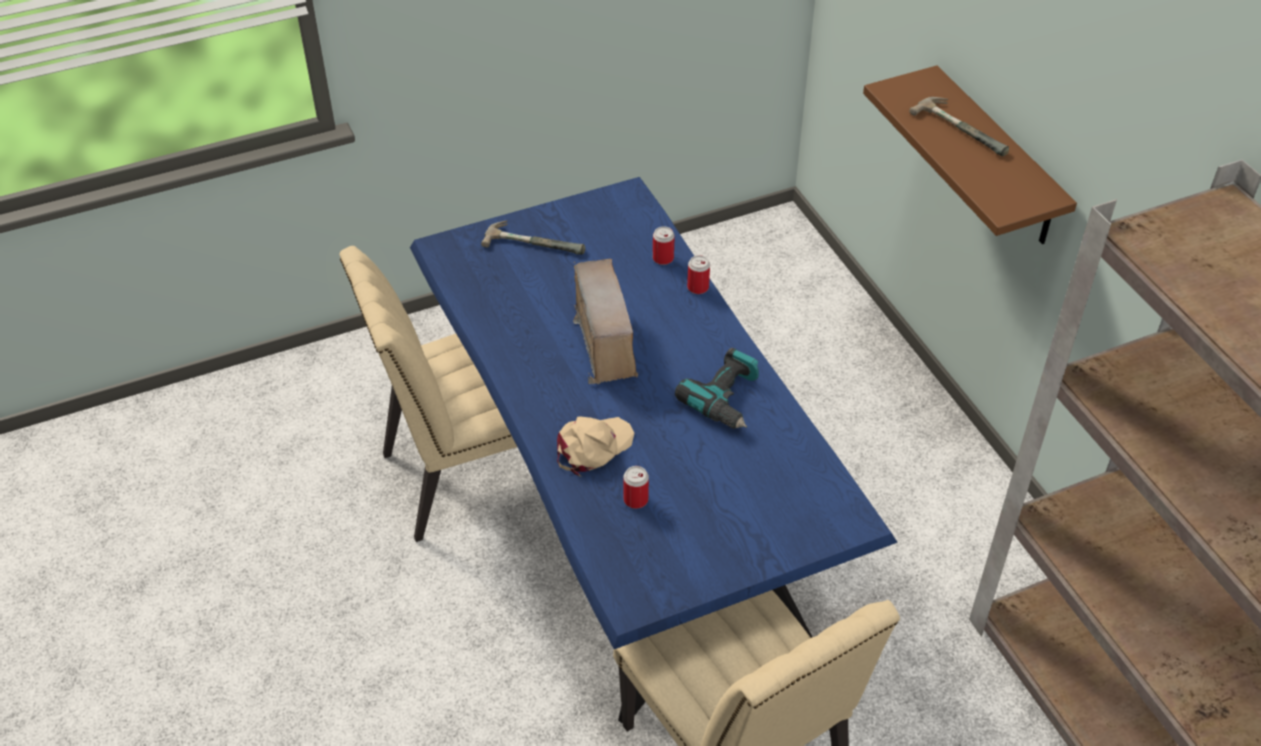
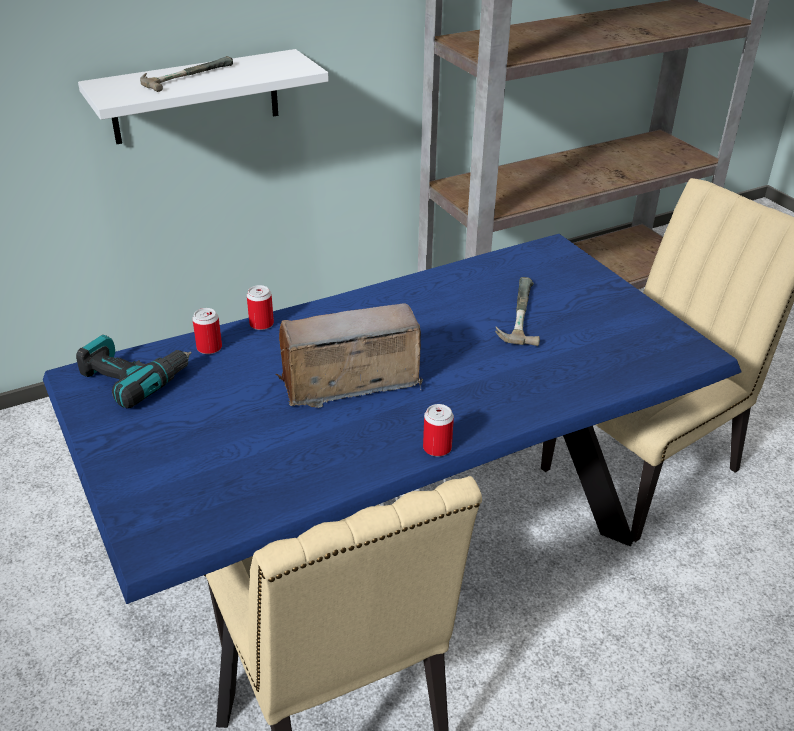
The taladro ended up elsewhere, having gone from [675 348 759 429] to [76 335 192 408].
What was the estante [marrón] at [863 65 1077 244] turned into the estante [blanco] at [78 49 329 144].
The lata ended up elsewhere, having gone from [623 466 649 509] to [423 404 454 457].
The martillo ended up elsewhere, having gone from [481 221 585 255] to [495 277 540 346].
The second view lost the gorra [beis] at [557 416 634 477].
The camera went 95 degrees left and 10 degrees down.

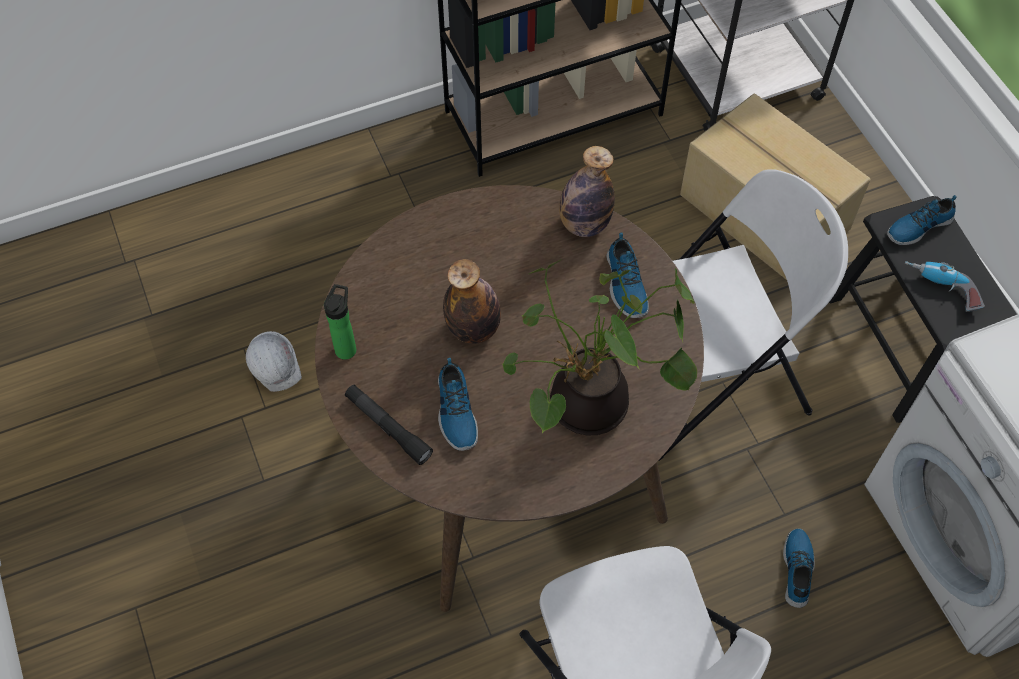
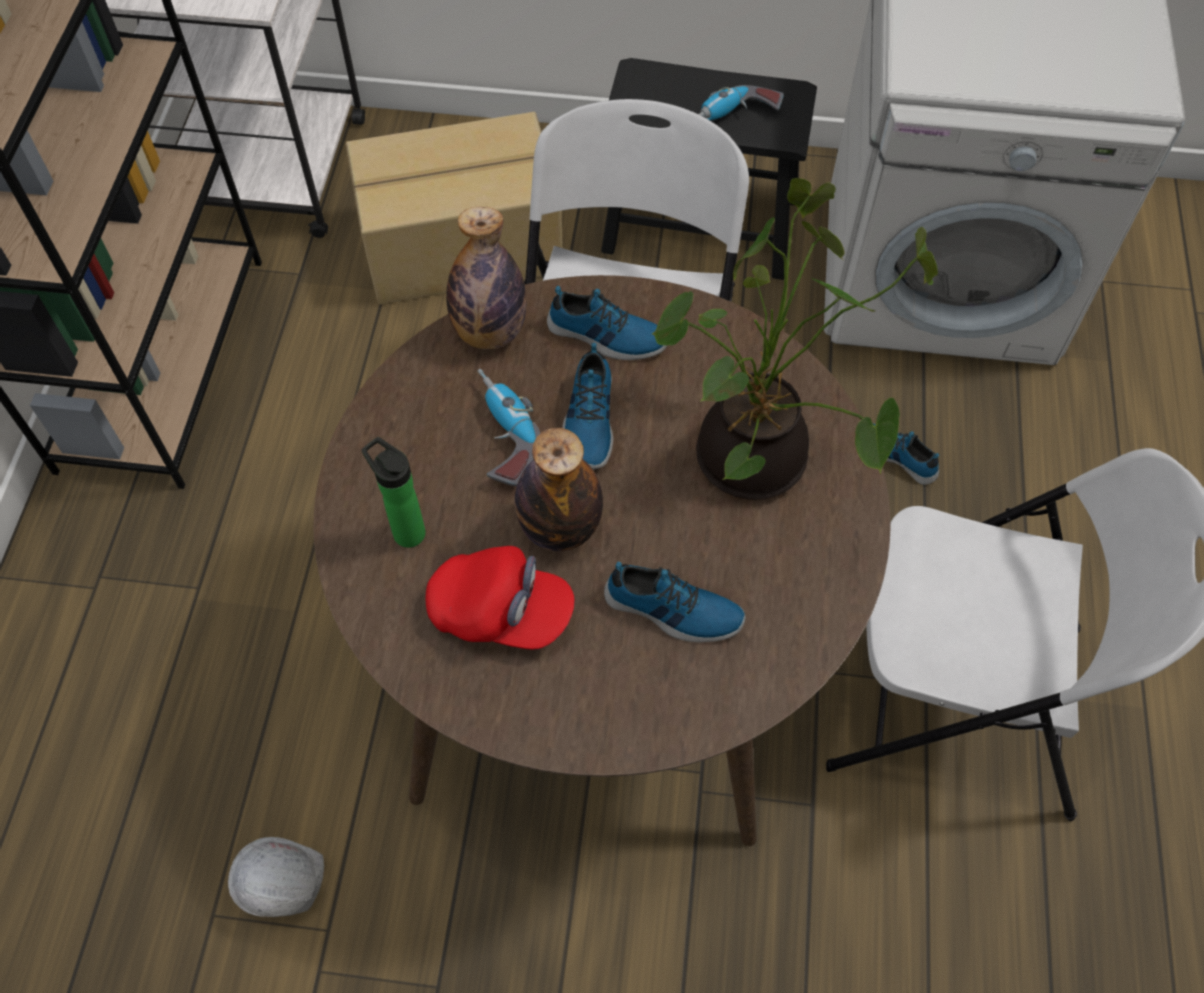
The botella ended up elsewhere, having gone from [324 284 356 360] to [362 437 426 548].
The second view gained the gorra [rojo] at [426 546 575 649].
The second view gained the taladro at [477 369 540 486].
The zapato ended up elsewhere, having gone from [887 195 957 245] to [562 343 613 470].
The second view lost the linterna [negro] at [345 385 433 465].
The camera went 60 degrees left and 0 degrees up.

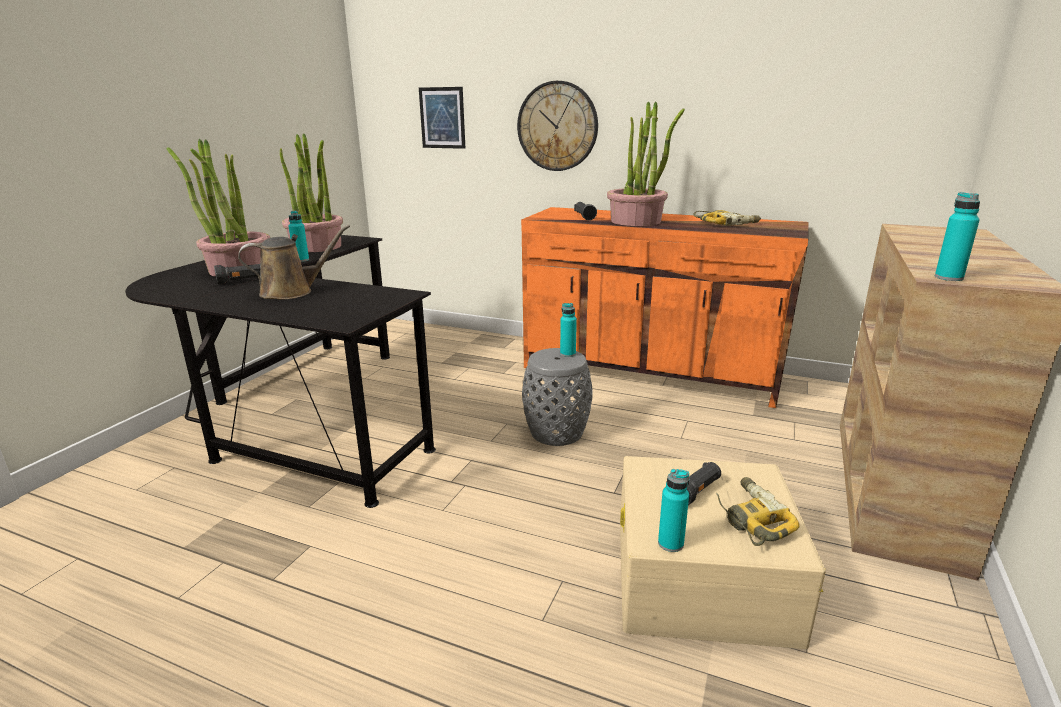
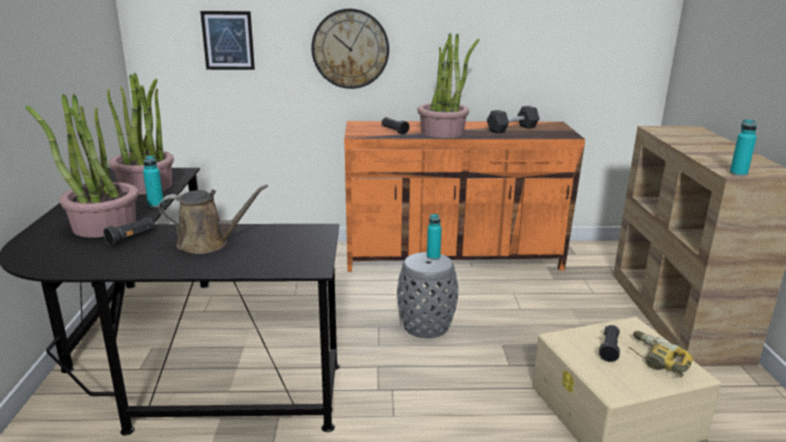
The regadera [marrón] at [238 225 350 299] ended up facing another way, 45 degrees clockwise from before.
Where the taladro stood at [693 210 761 226], the mancuerna [negro] came to stand at [487 106 540 134].
The second view lost the botella [turquesa] at [658 469 690 552].
The camera went 25 degrees left and 0 degrees up.

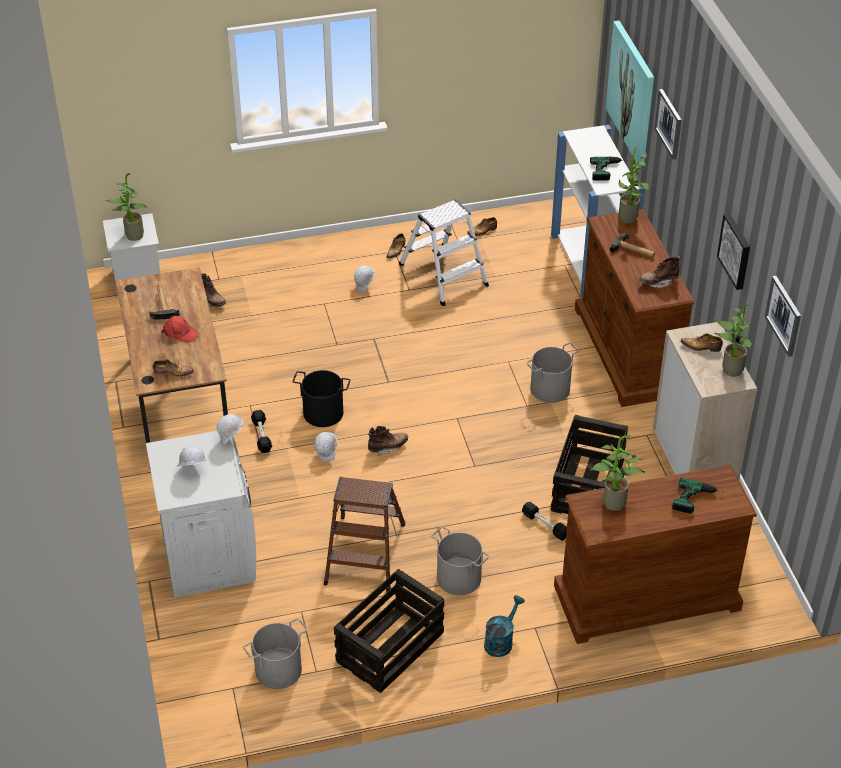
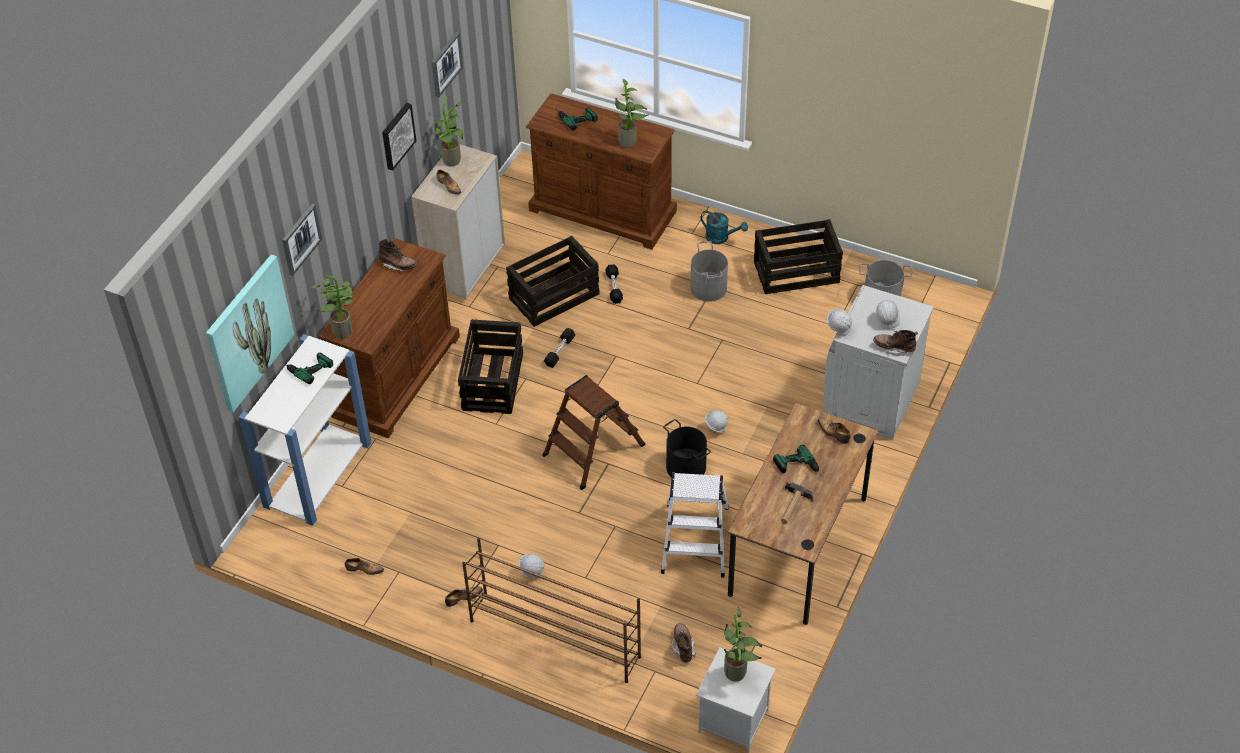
Where the cubo [gris] stood at [526 342 579 403], the caja de embalaje came to stand at [458 319 523 414].
The second view gained the zapatero [marrón] at [462 538 641 683].
The escalera de tijera [marrón] ended up elsewhere, having gone from [324 476 405 593] to [542 375 646 490].
The mancuerna [negro] ended up elsewhere, having gone from [251 410 272 453] to [544 328 575 368].
The escalera de tijera [blanco] ended up elsewhere, having gone from [399 199 489 306] to [661 473 729 578].
The regadera [turquesa] at [484 595 525 657] ended up facing another way, 135 degrees counterclockwise from before.
Where the gorra [rojo] stood at [161 316 199 343], the taladro came to stand at [773 444 822 477].
The bota [marrón] ended up elsewhere, having gone from [368 426 408 457] to [873 330 918 356].
The second view lost the martillo at [610 233 655 258].
The camera went 140 degrees left and 5 degrees up.

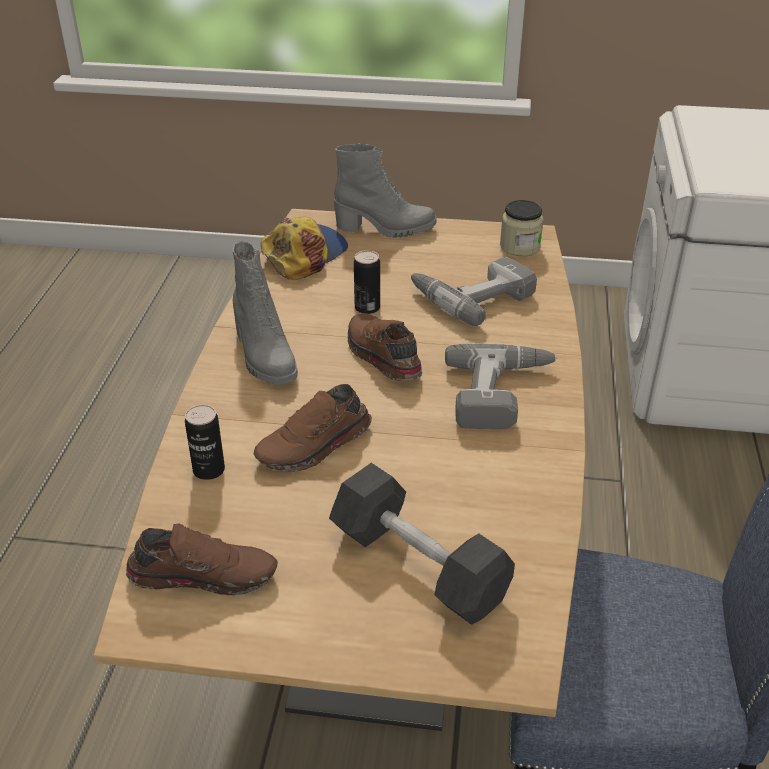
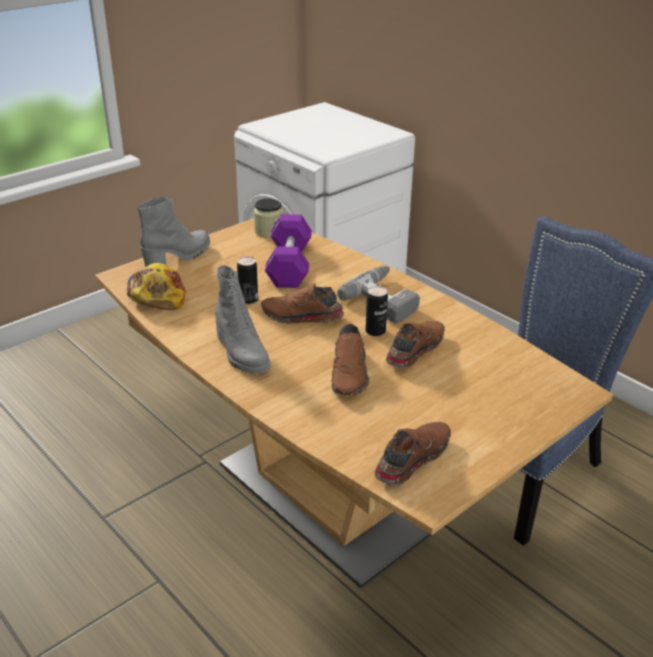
The bota [gris] at [233 241 298 385] ended up facing another way, 45 degrees clockwise from before.
Where the taladro stood at [411 256 537 326], the mancuerna [morado] came to stand at [265 214 312 288].
The lata ended up elsewhere, having gone from [185 404 225 480] to [365 286 388 336].
The second view gained the zapato [marrón] at [386 321 445 368].
The second view lost the mancuerna [negro] at [329 463 515 625].
The camera went 50 degrees left and 5 degrees down.

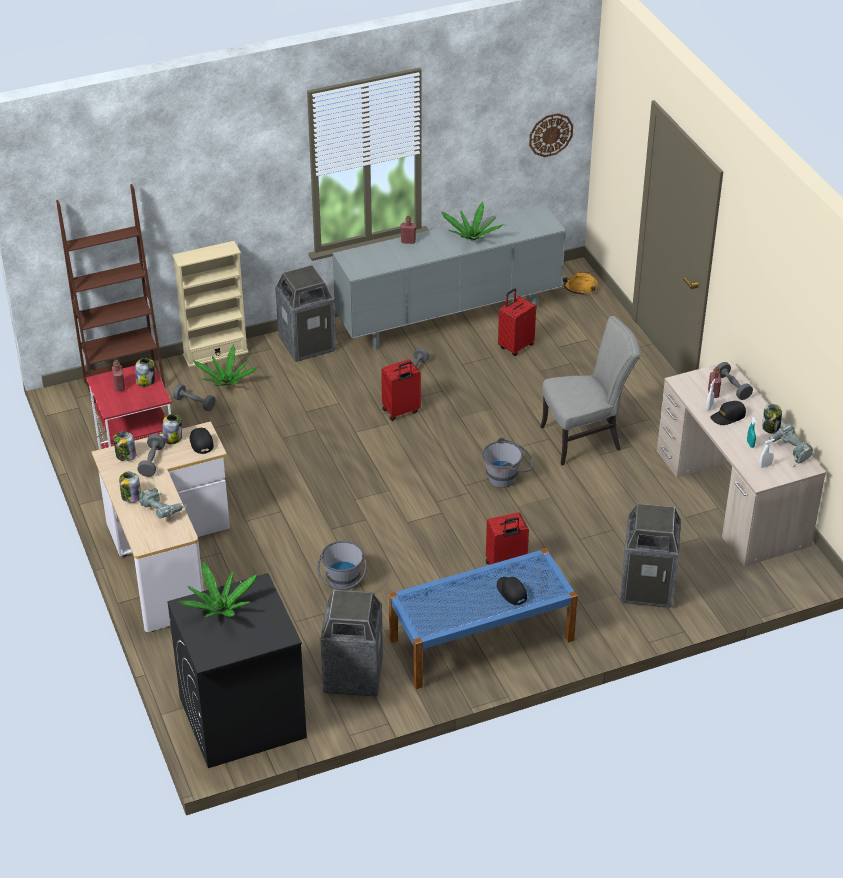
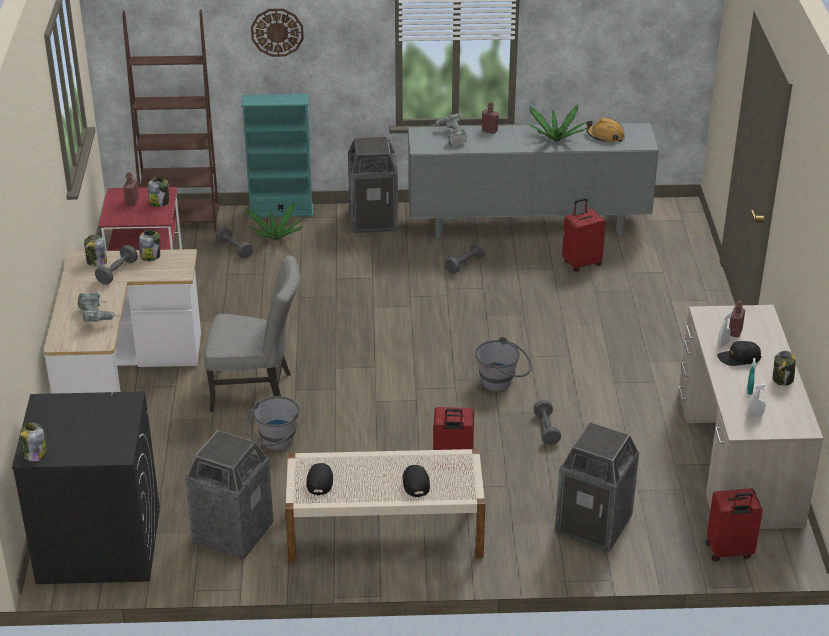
The tarro ended up elsewhere, having gone from [119 472 141 503] to [20 422 47 461].
The silla [gris] ended up elsewhere, having gone from [540 316 641 465] to [204 256 300 412].
What was the estantería [beis] at [172 241 249 367] turned into the estantería [turquesa] at [241 94 313 217].
The reloj de pared ended up elsewhere, having gone from [529 113 573 157] to [251 8 304 57].
What was the banco [azul] at [389 548 578 689] turned into the banco [beis] at [285 449 485 563].
The gorra [negro] ended up elsewhere, having gone from [190 428 214 454] to [306 463 333 495].
The taladro ended up elsewhere, having gone from [769 423 813 467] to [431 113 467 147].
The mancuerna [gris] ended up elsewhere, having gone from [717 362 753 400] to [533 400 561 445].
The casco [naranja] ended up elsewhere, having gone from [563 273 598 294] to [586 118 625 143].
The maleta [rojo] ended up elsewhere, having gone from [381 359 421 421] to [706 488 763 562].
The second view lost the planta en maceta at [178 562 258 618].
The camera went 20 degrees right and 5 degrees down.

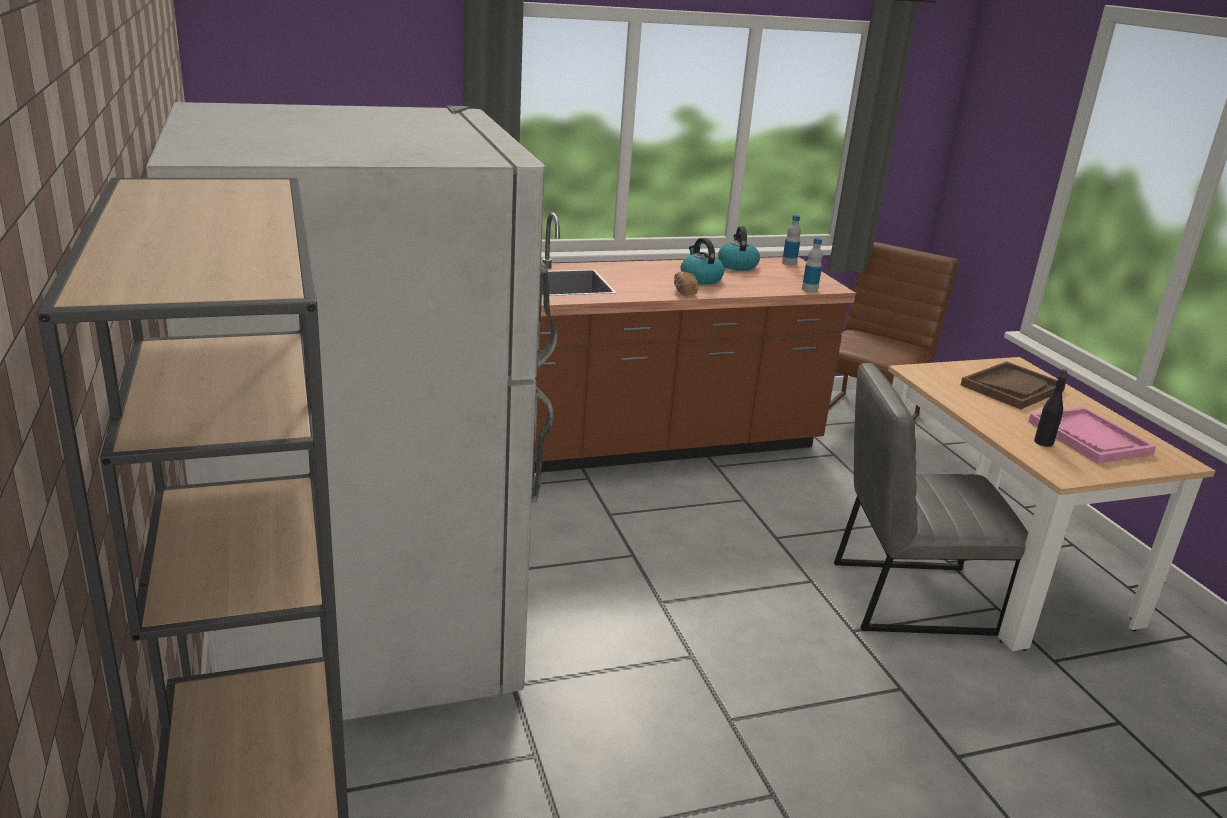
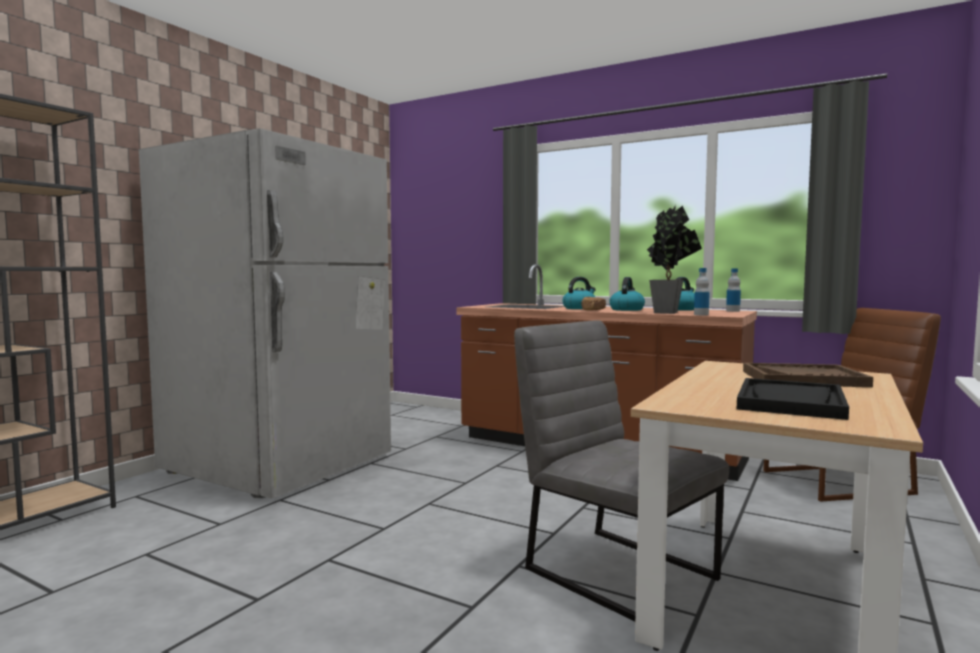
The second view gained the hervidor at [562 277 596 309].
The second view gained the planta en maceta at [647 205 702 314].
What was the bandeja [rosa] at [1028 407 1156 464] turned into the bandeja [negro] at [737 378 849 420].
The second view lost the botella [negro] at [1034 369 1067 447].
The camera went 50 degrees right and 20 degrees down.

